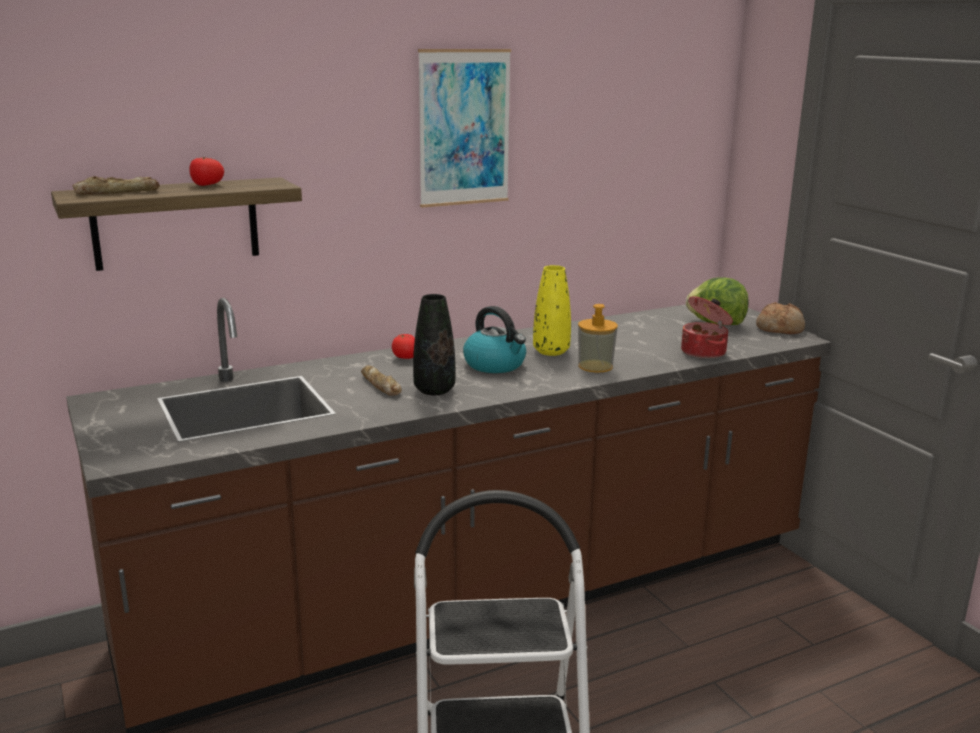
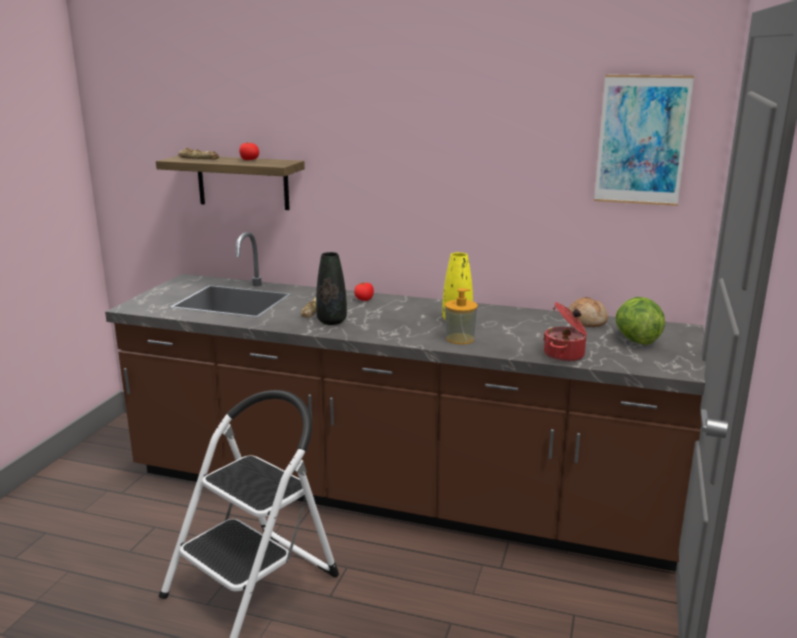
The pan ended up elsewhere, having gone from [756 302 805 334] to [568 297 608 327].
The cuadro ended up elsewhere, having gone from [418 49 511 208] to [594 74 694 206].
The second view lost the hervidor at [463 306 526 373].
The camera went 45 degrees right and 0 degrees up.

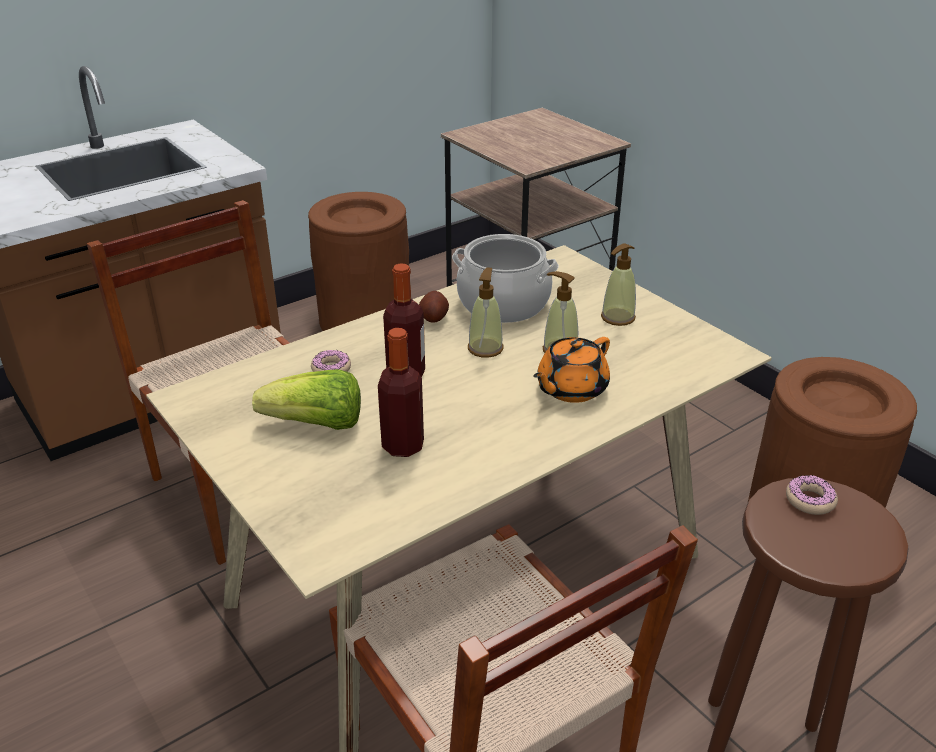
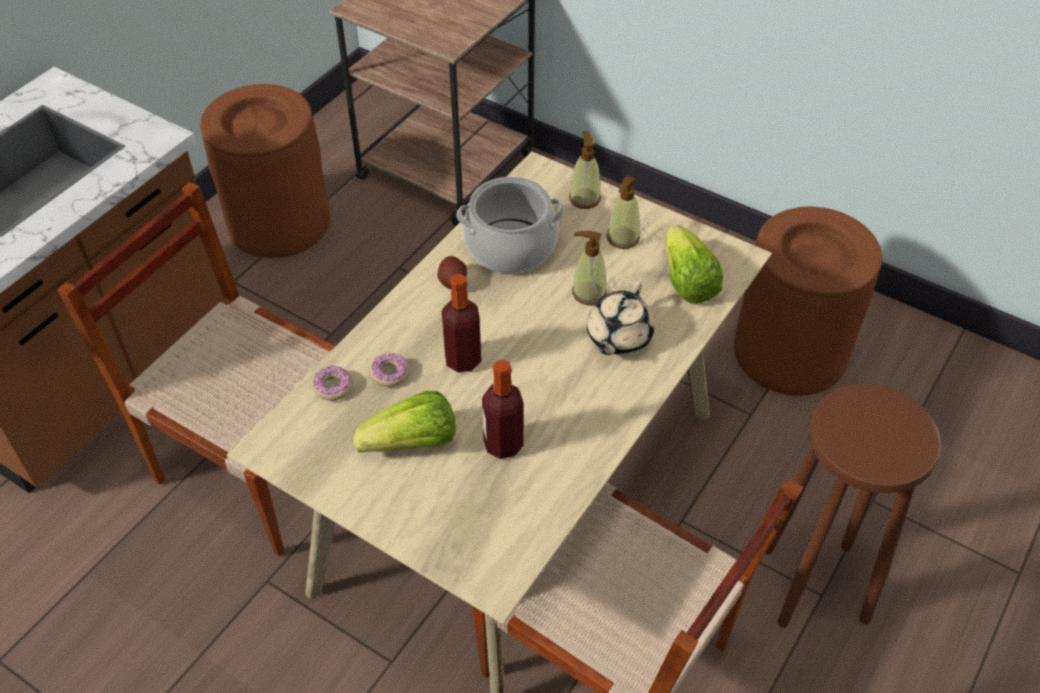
The rosquilla ended up elsewhere, having gone from [786 475 838 515] to [313 366 353 401].
The dispensador de jabón ended up elsewhere, having gone from [468 267 503 358] to [569 131 601 209].
What was the tetera [naranja] at [533 337 610 403] turned into the tetera [beis] at [587 281 654 355].
The second view gained the lechuga at [665 225 723 303].
The camera went 20 degrees left and 15 degrees up.

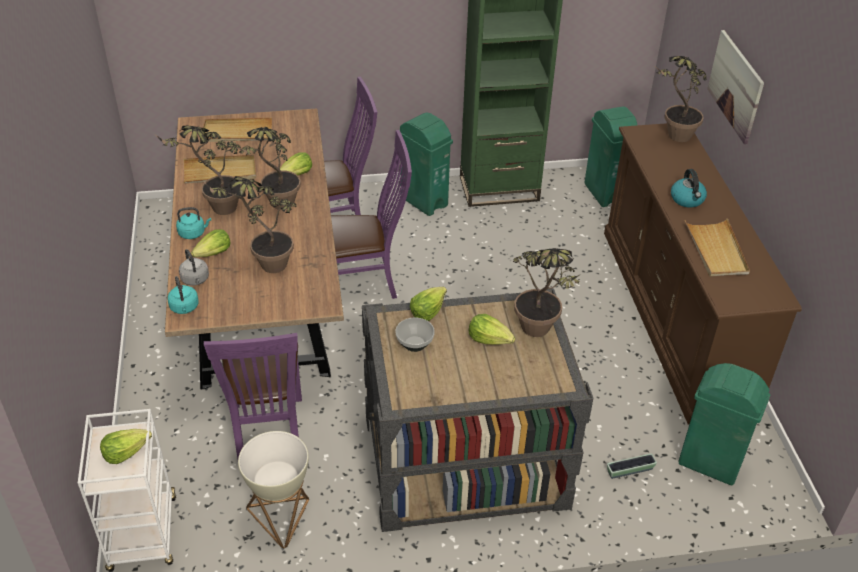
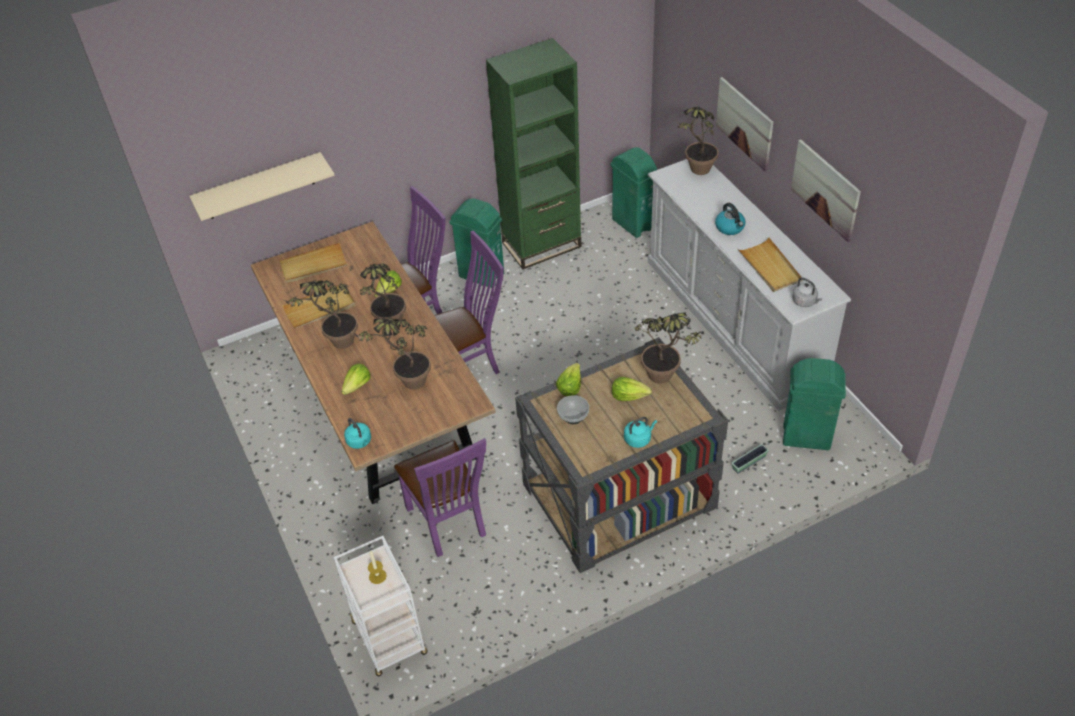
The second view gained the estante [beis] at [189 152 335 221].
Where the lechuga stood at [100 429 152 464], the vela came to stand at [368 551 386 584].
The hervidor [turquesa] ended up elsewhere, having gone from [176 207 211 239] to [624 417 657 448].
What was the armario [marrón] at [604 123 802 425] turned into the armario [blanco] at [648 159 851 411].
The second view gained the cuadro at [791 140 861 242].
The hervidor [gris] ended up elsewhere, having gone from [179 249 209 286] to [792 277 822 307].
The second view lost the maceta at [238 431 309 548].
The camera went 15 degrees left and 5 degrees up.

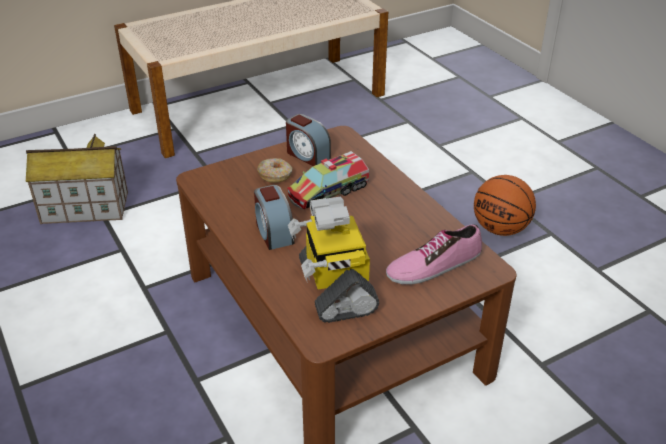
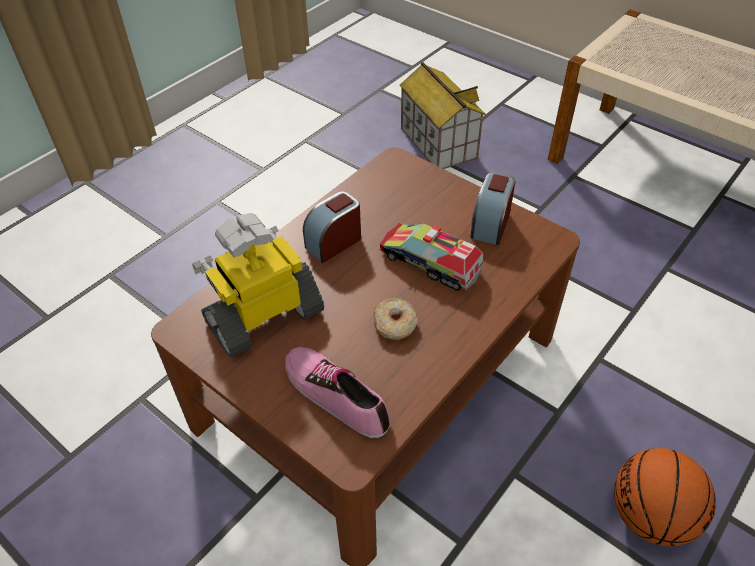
The rosquilla ended up elsewhere, having gone from [257 158 293 183] to [373 298 418 340].
The camera went 70 degrees right and 10 degrees up.

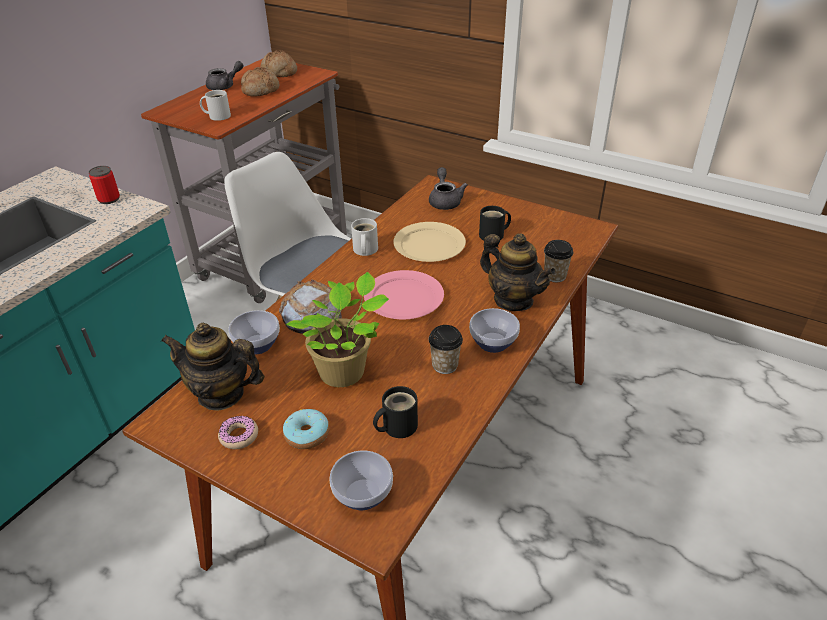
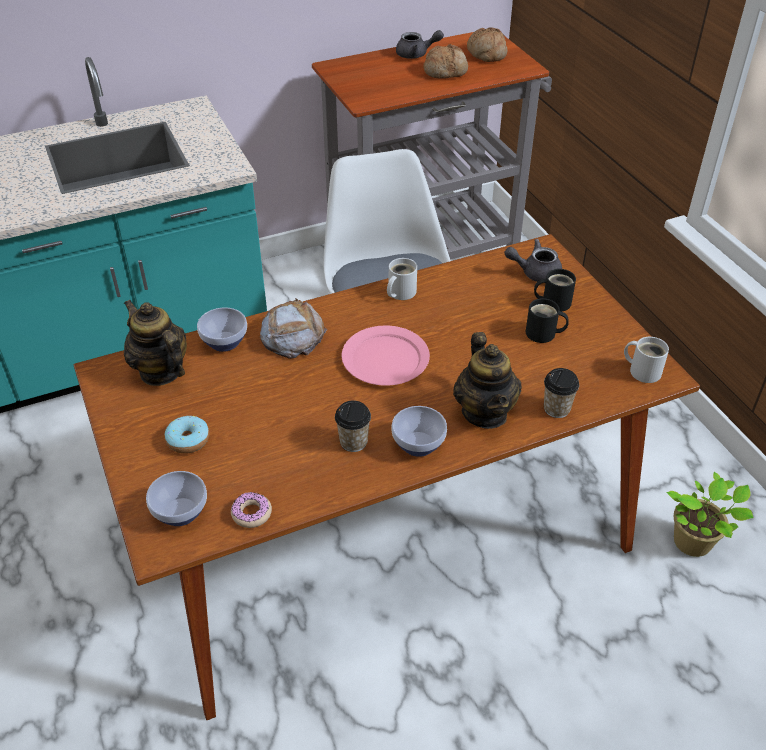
The rosquilla ended up elsewhere, having gone from [218 416 258 449] to [231 492 272 528].
The tetera [gris] at [429 167 468 210] ended up facing another way, 120 degrees counterclockwise from before.
The taza grande [negro] ended up elsewhere, having gone from [373 386 418 438] to [534 269 576 311].
The taza grande [blanco] ended up elsewhere, having gone from [200 90 231 121] to [624 337 669 383].
The planta en maceta ended up elsewhere, having gone from [286 272 389 387] to [666 472 754 557].
The second view lost the lata at [89 166 120 204].
The second view lost the plato [beis] at [393 222 466 262].
The camera went 35 degrees right and 5 degrees up.

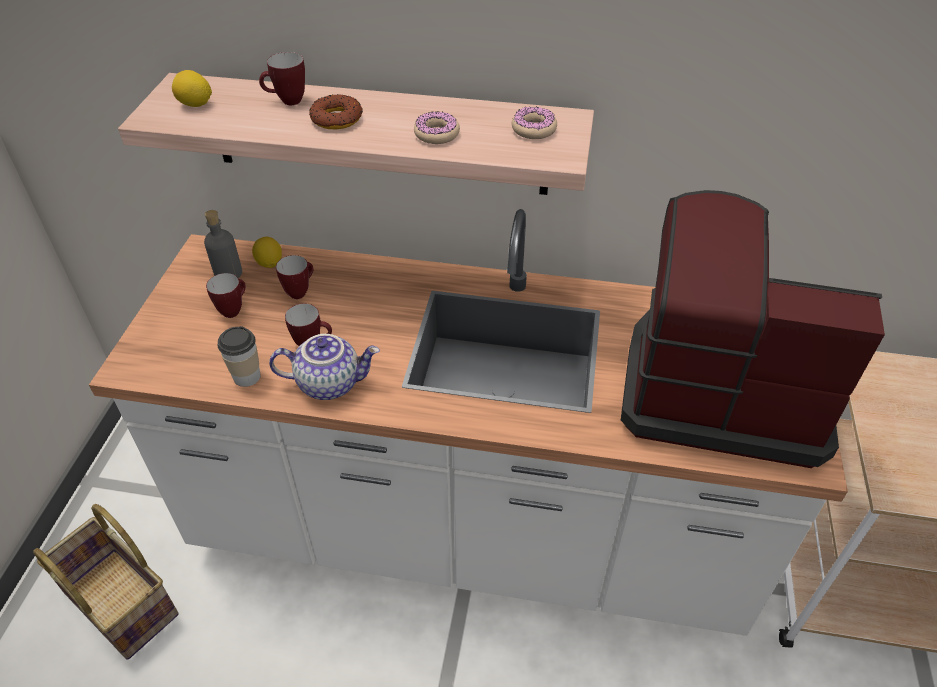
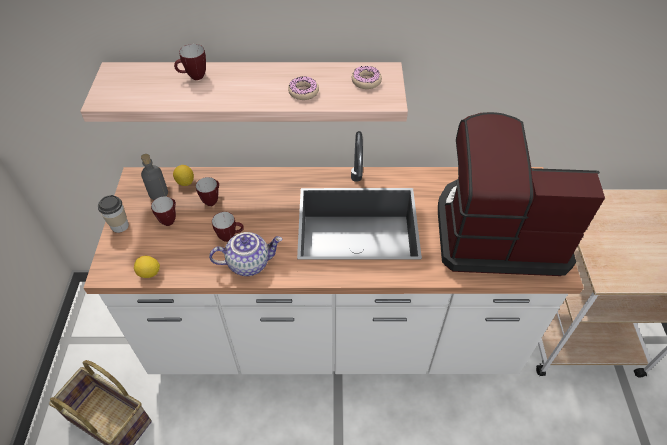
The taza ended up elsewhere, having gone from [218 326 261 387] to [98 195 129 233].
The limón ended up elsewhere, having gone from [172 70 212 107] to [134 256 160 278].
The second view lost the rosquilla at [309 94 363 129].
The camera went 10 degrees left and 5 degrees up.

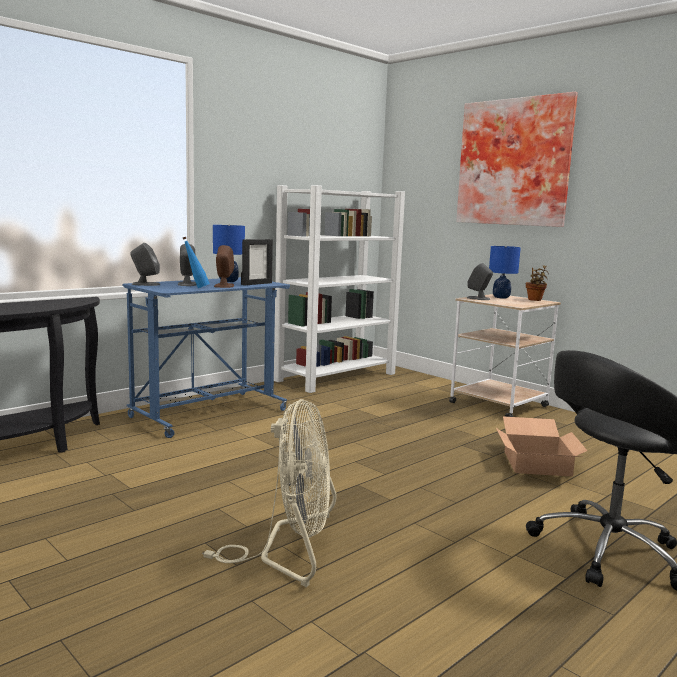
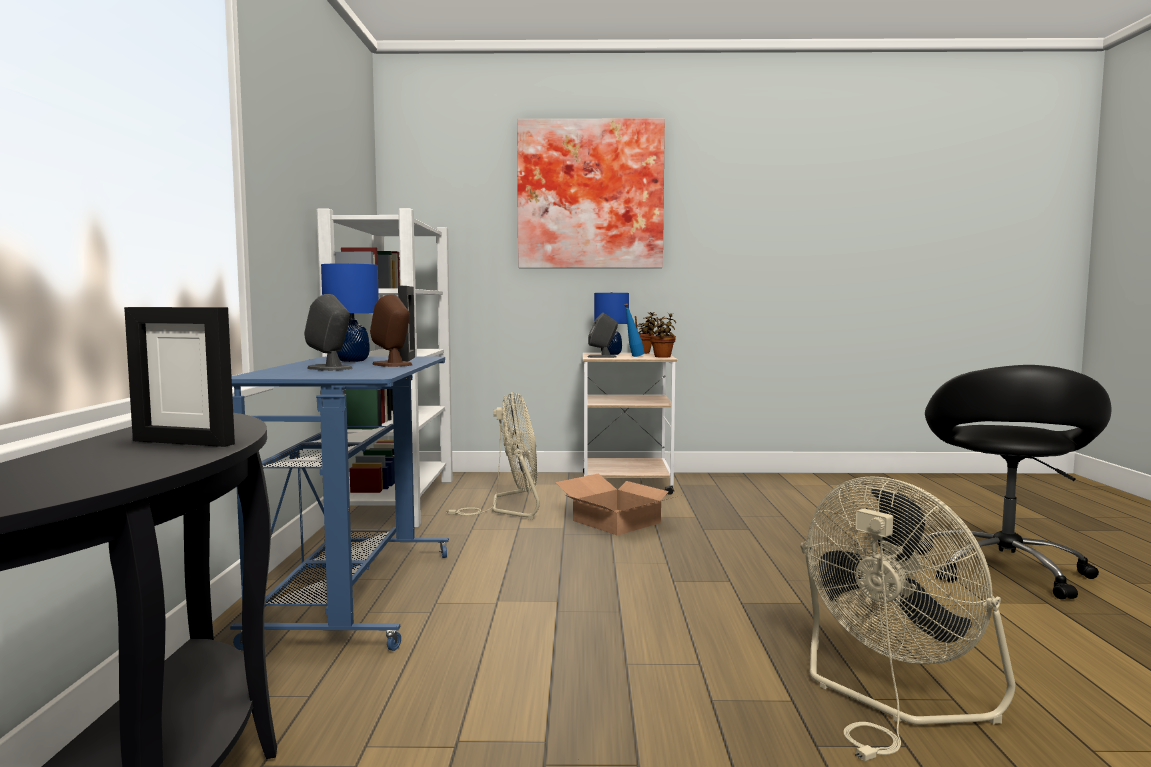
The second view gained the portarretratos at [124 307 235 447].
The second view gained the ventilador [beis] at [447 392 540 520].
The caja de cartón ended up elsewhere, having gone from [496 416 588 477] to [555 473 681 536].
The botella [azul] ended up elsewhere, having gone from [183 237 210 288] to [625 304 645 357].
The second view gained the planta en maceta at [650 313 676 358].
The second view lost the altavoz [gris] at [130 243 160 286].
The camera went 45 degrees left and 5 degrees down.

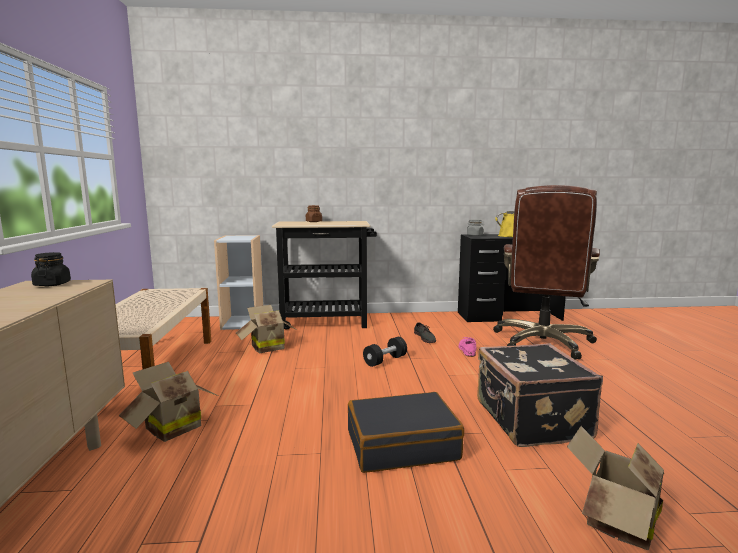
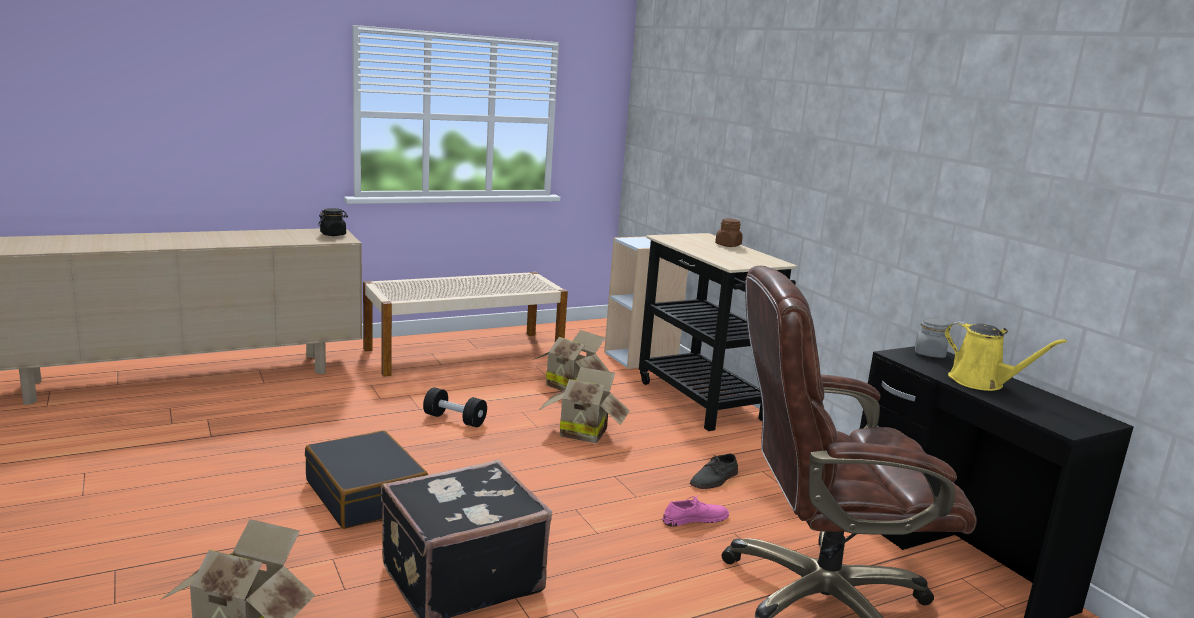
The mancuerna [negro] ended up elsewhere, having gone from [363 337 407 367] to [423 387 487 427].
The caja de cartón ended up elsewhere, having gone from [119 362 218 442] to [539 367 630 443].
The camera went 65 degrees right and 5 degrees up.

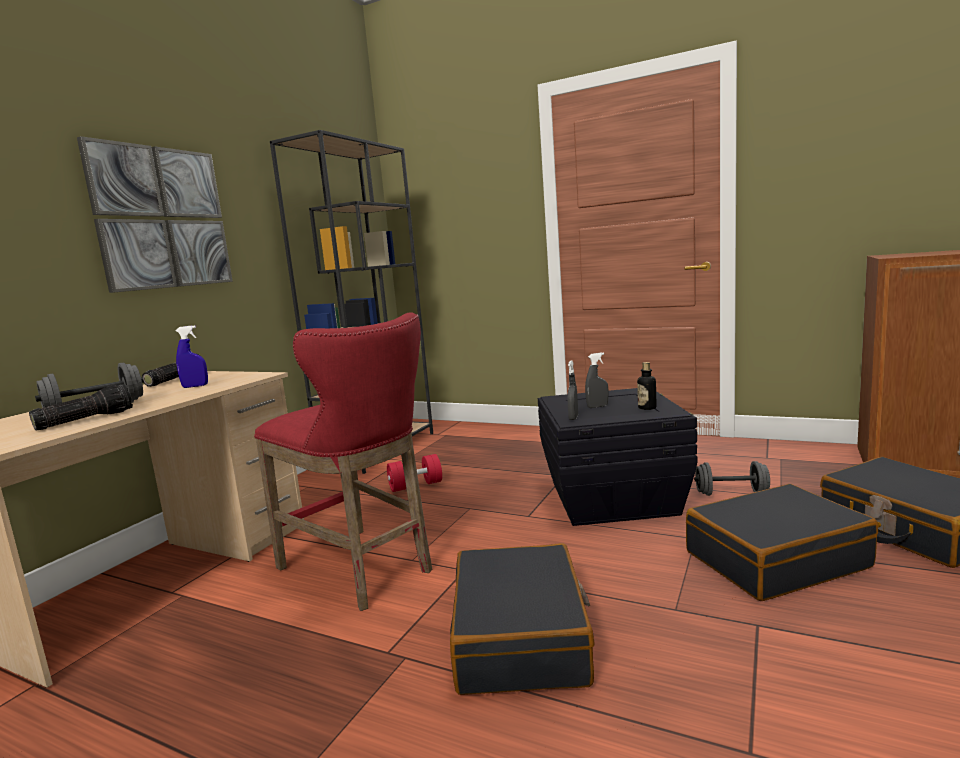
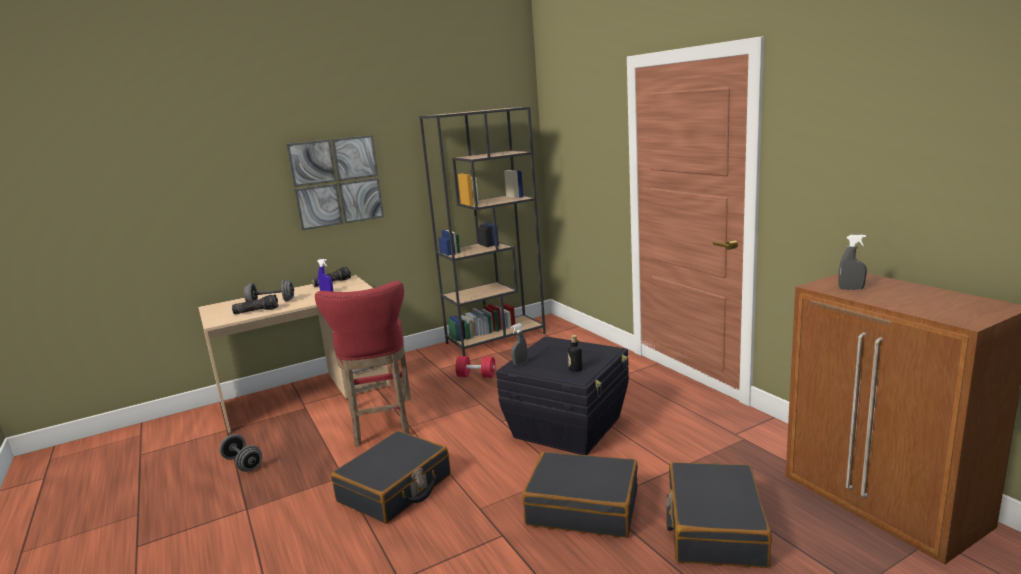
The mancuerna [gris] ended up elsewhere, having gone from [694 461 770 496] to [220 434 262 472].
The pulverizador [gris] ended up elsewhere, having gone from [585 352 609 408] to [838 235 867 290].
The camera went 35 degrees right and 5 degrees up.

